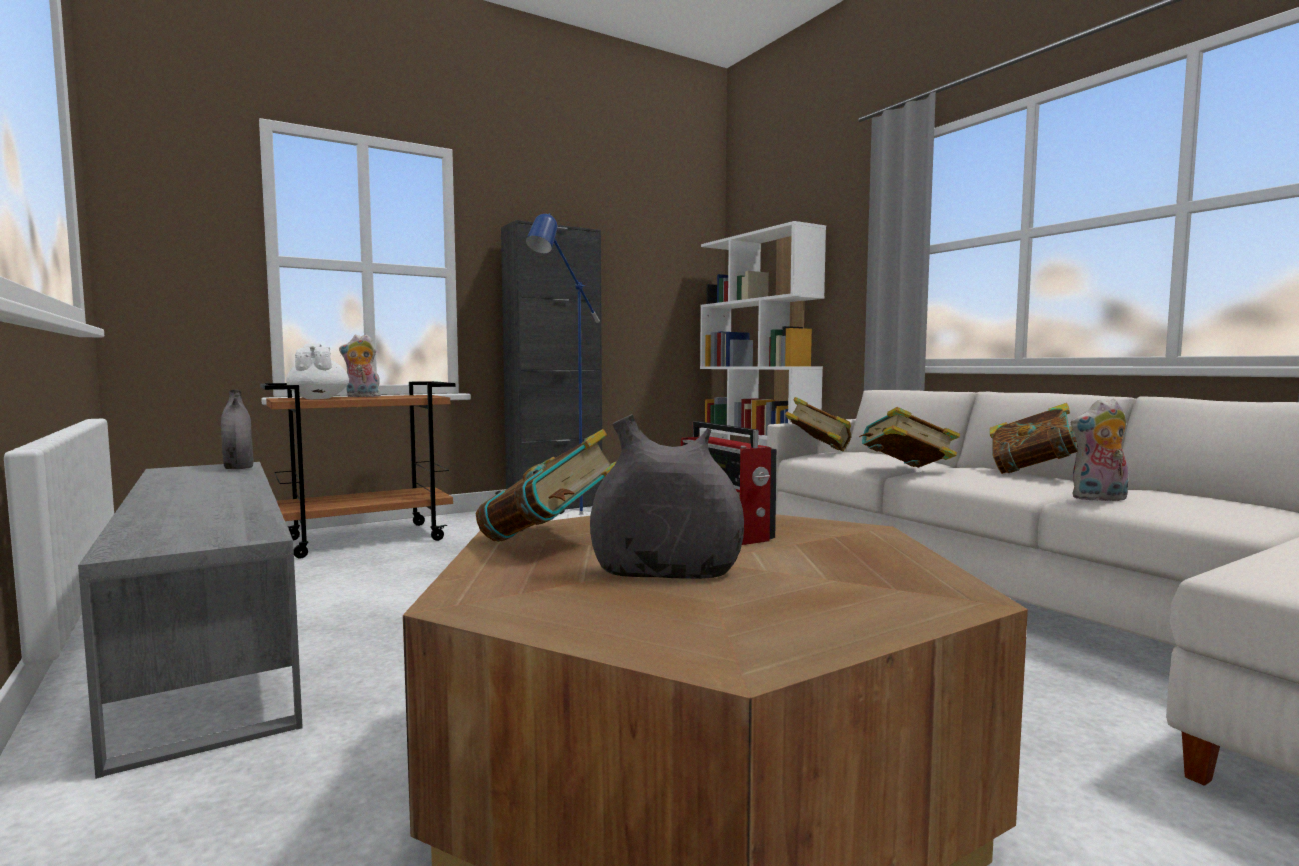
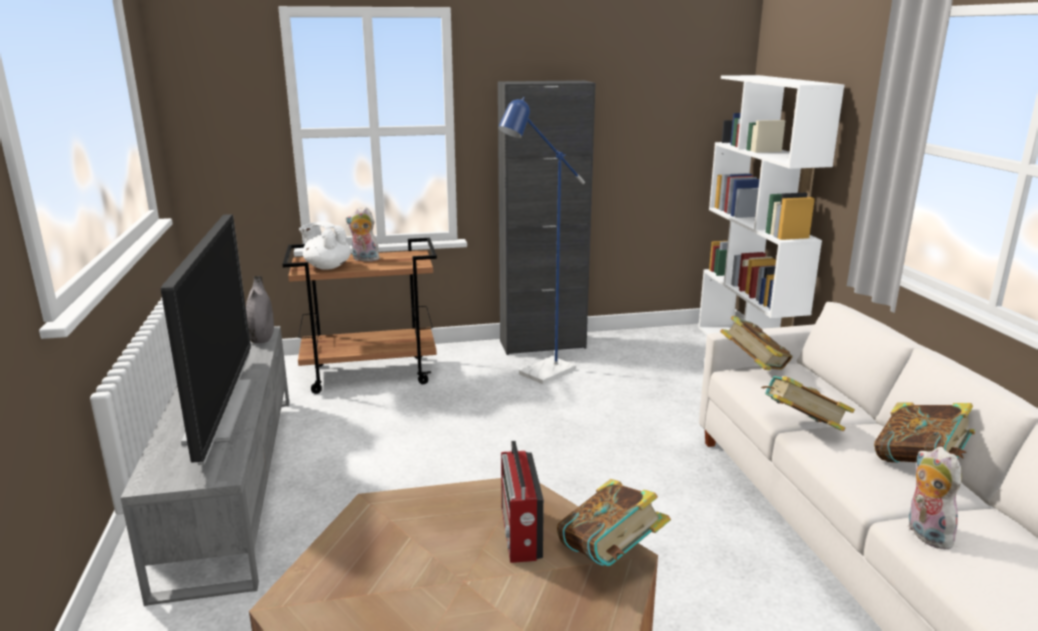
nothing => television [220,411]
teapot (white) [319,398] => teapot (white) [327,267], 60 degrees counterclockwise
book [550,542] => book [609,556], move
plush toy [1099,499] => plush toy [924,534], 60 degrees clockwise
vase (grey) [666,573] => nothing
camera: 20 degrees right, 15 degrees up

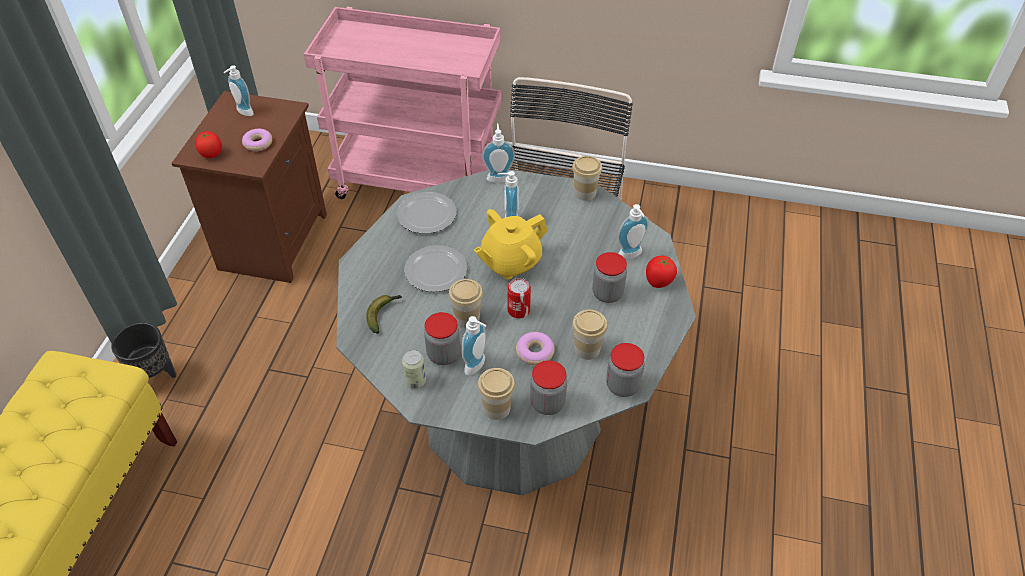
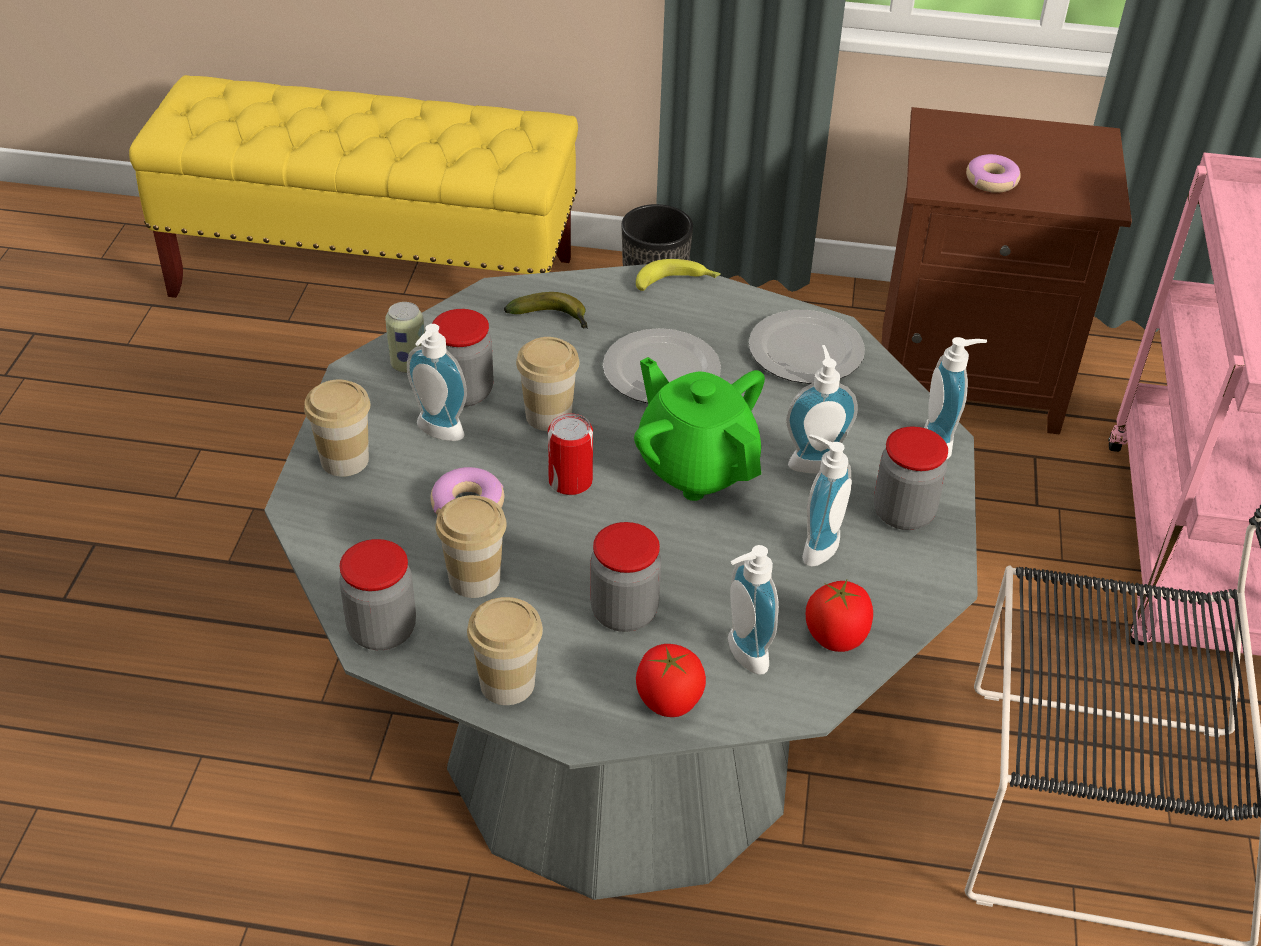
cup [585,193] => cup [507,683], move
teapot (yellow) [510,262] => teapot (green) [696,466]
nothing => banana [677,283]
soap dispenser [243,113] => soap dispenser [815,546], move
tomato [211,154] => tomato [836,637], move
jar [547,403] => jar [903,513], move
camera: 85 degrees right, 5 degrees down

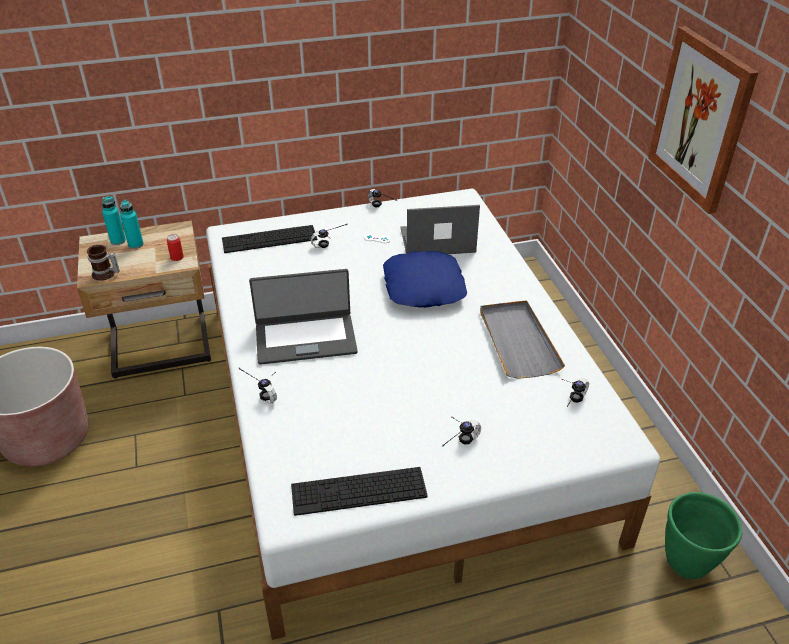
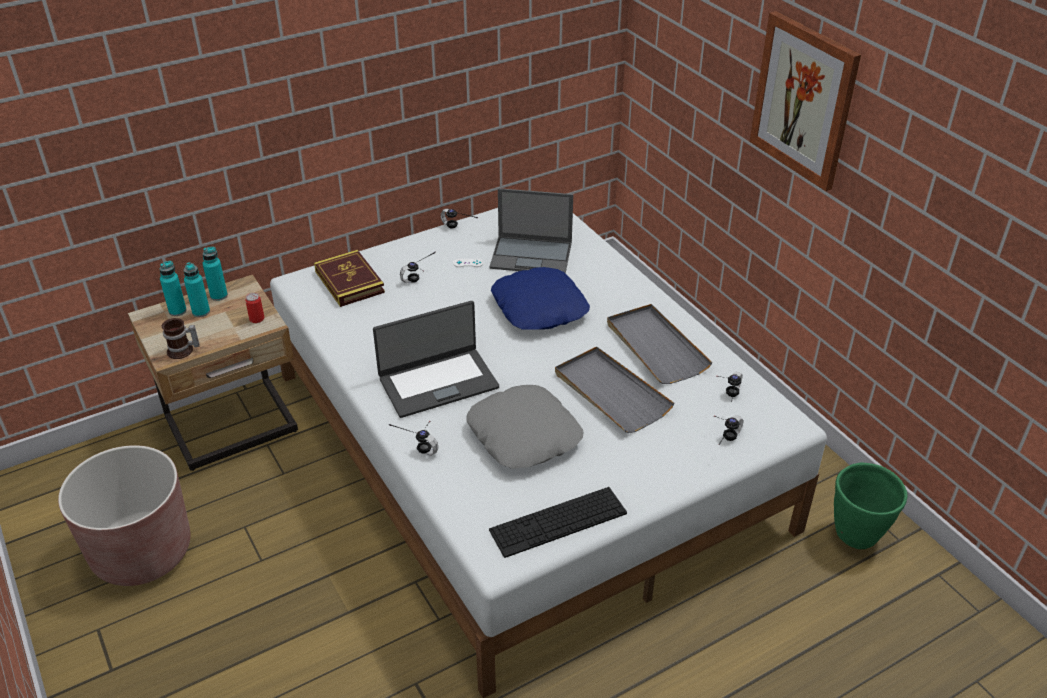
nothing => bottle (turquoise) [219,295]
keyboard [269,239] => book [349,282]
nothing => pillow (grey) [525,435]
laptop [436,240] => laptop [532,255], 150 degrees counterclockwise
nothing => tray (grey) [611,393]
headphones [455,442] => headphones [720,440], move
camera: 15 degrees left, 0 degrees up

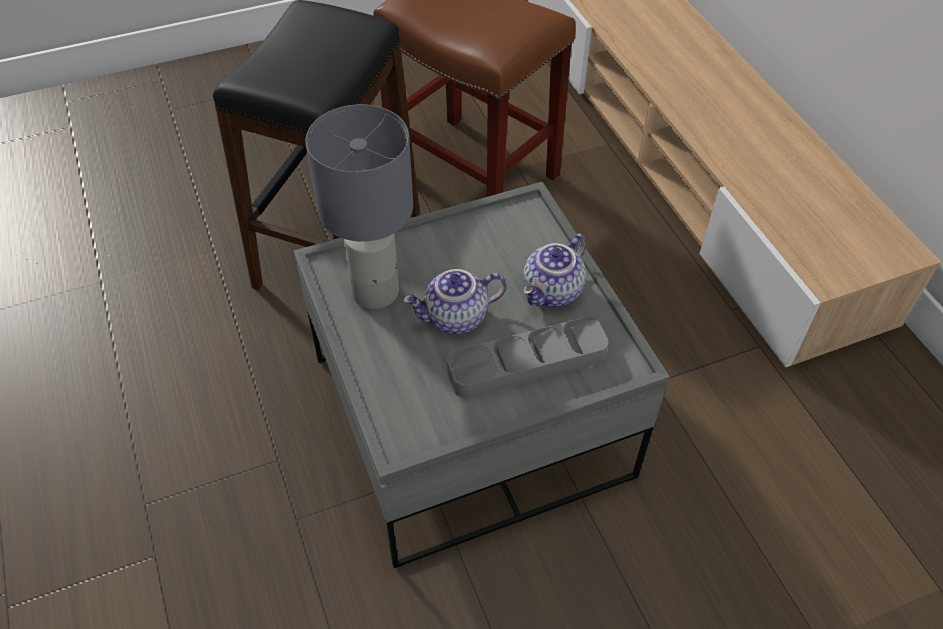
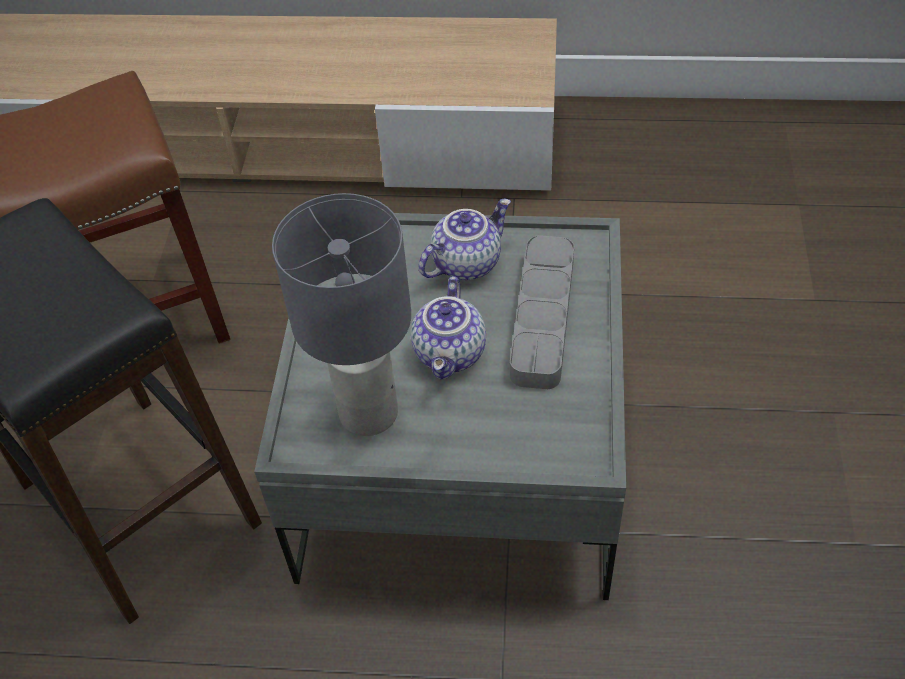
teapot [553,292] => teapot [466,262], 105 degrees counterclockwise
camera: 60 degrees left, 0 degrees up

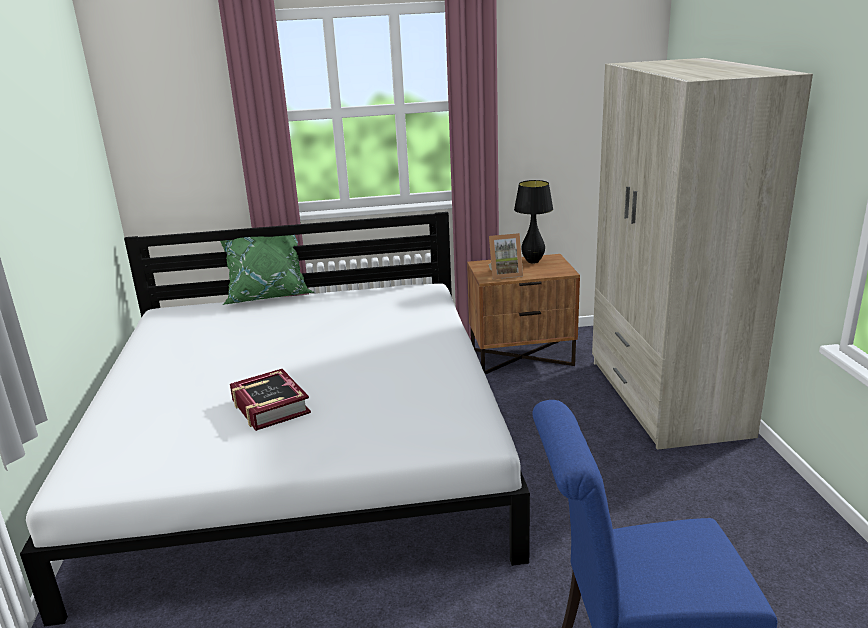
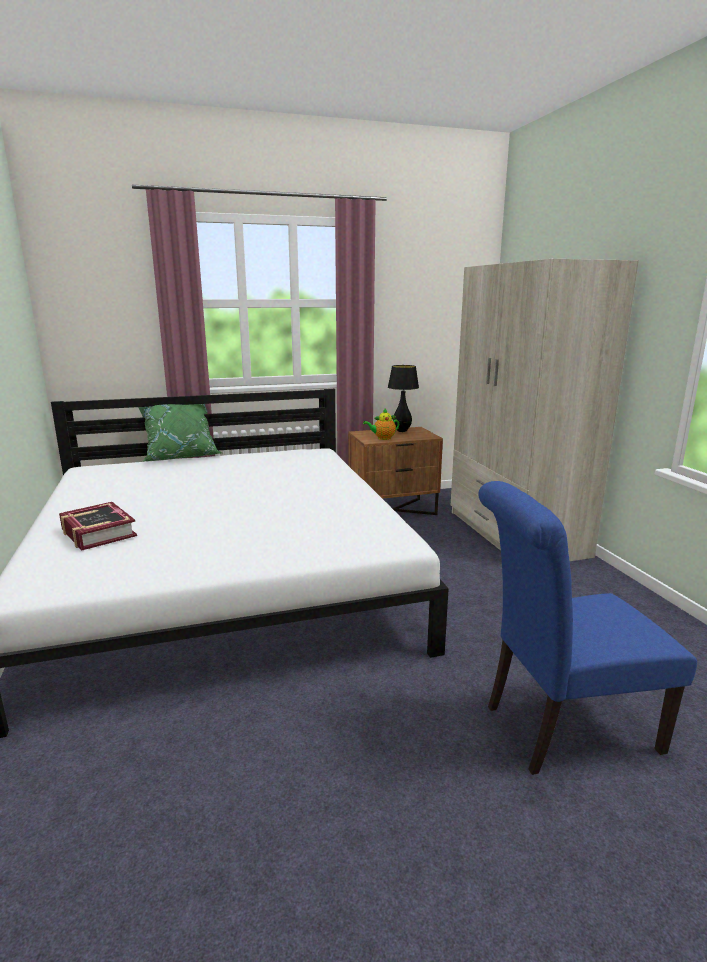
book [269,407] => book [98,533], move
picture frame [505,274] => teapot [382,438]
camera: 10 degrees left, 5 degrees down

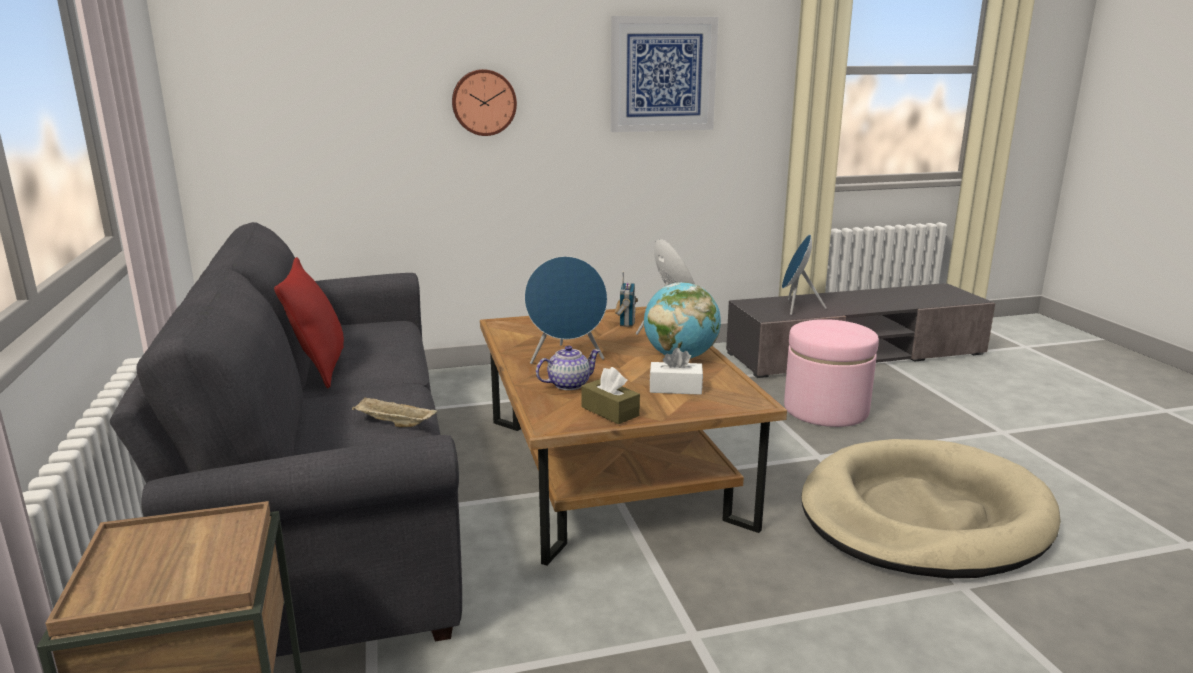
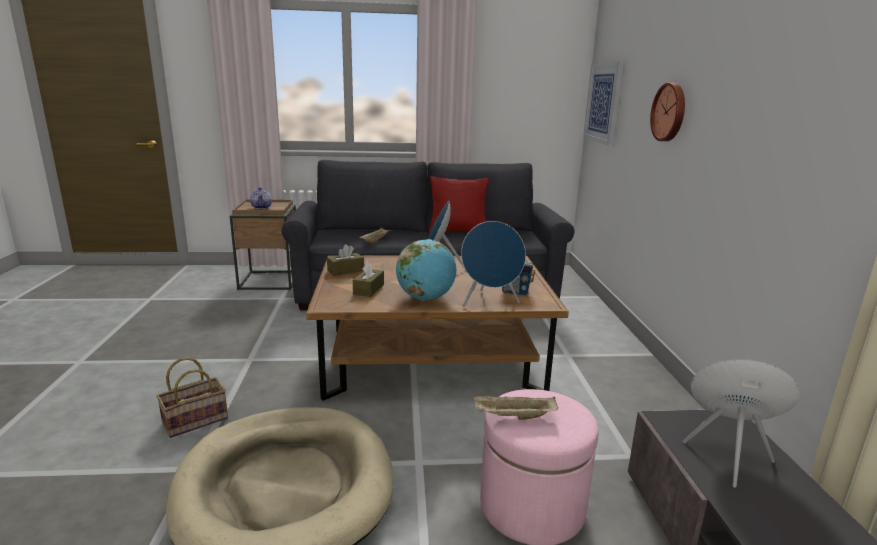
nothing => basket [196,420]
teapot [568,384] => teapot [261,207], move
tissue box (white) [675,388] => tissue box (brown) [368,289]
nothing => tray (beige) [513,417]
picture [663,74] => picture [603,103], move
camera: 100 degrees right, 0 degrees up

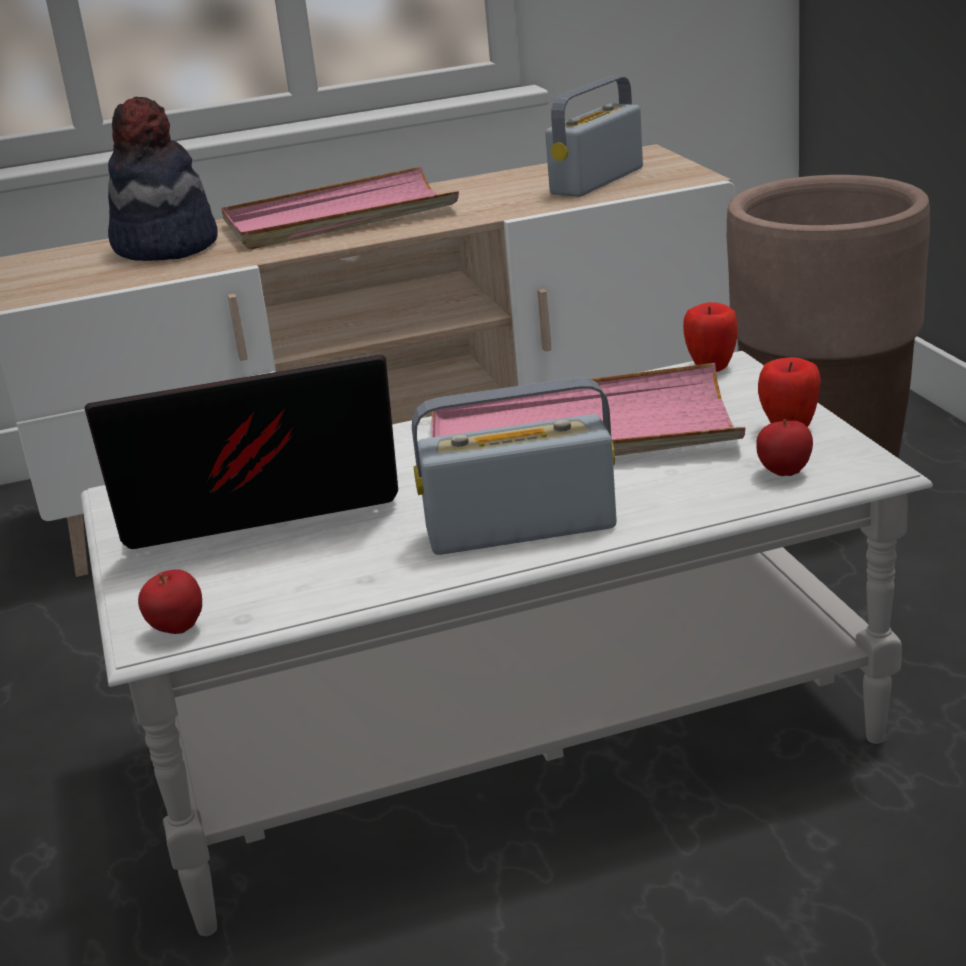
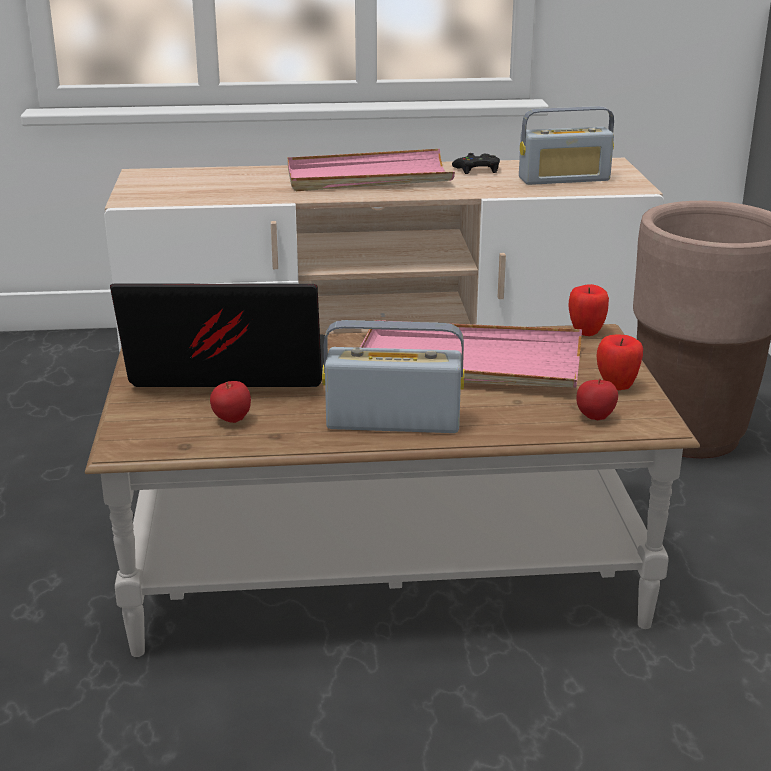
coffee table (white) [509,741] => coffee table (brown) [384,572]
apple [177,631] => apple [231,421], move
nothing => game controller (black) [477,170]
radio [597,181] => radio [564,179], 150 degrees counterclockwise
hat [165,247] => nothing
camera: 10 degrees right, 0 degrees up

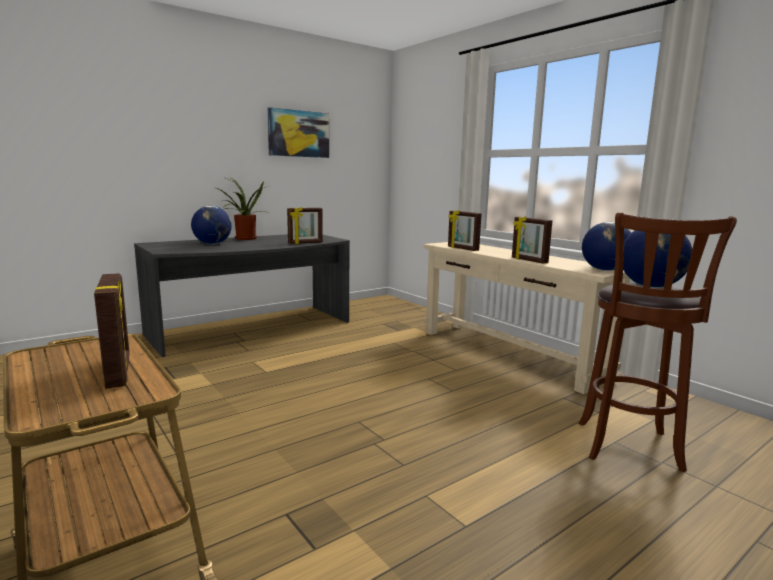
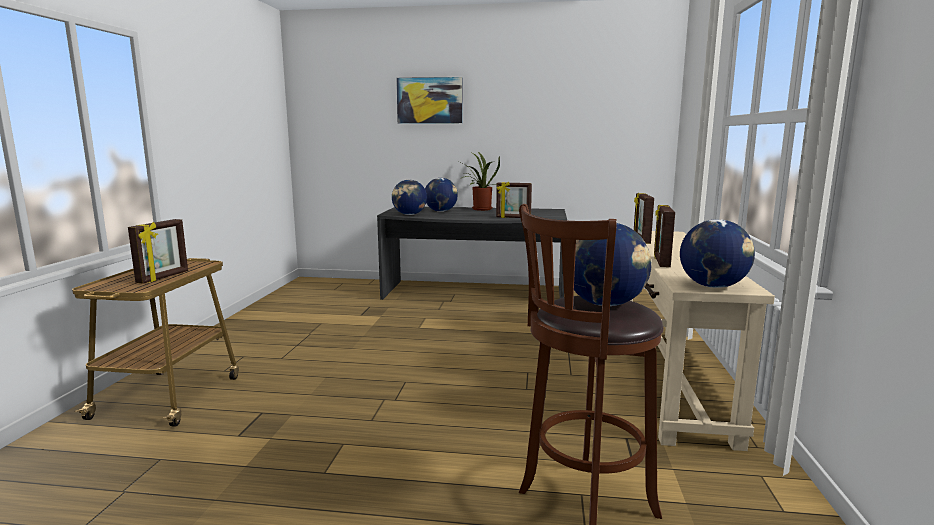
nothing => globe [409,214]
picture [298,134] => picture [429,100], move
camera: 45 degrees right, 0 degrees up

